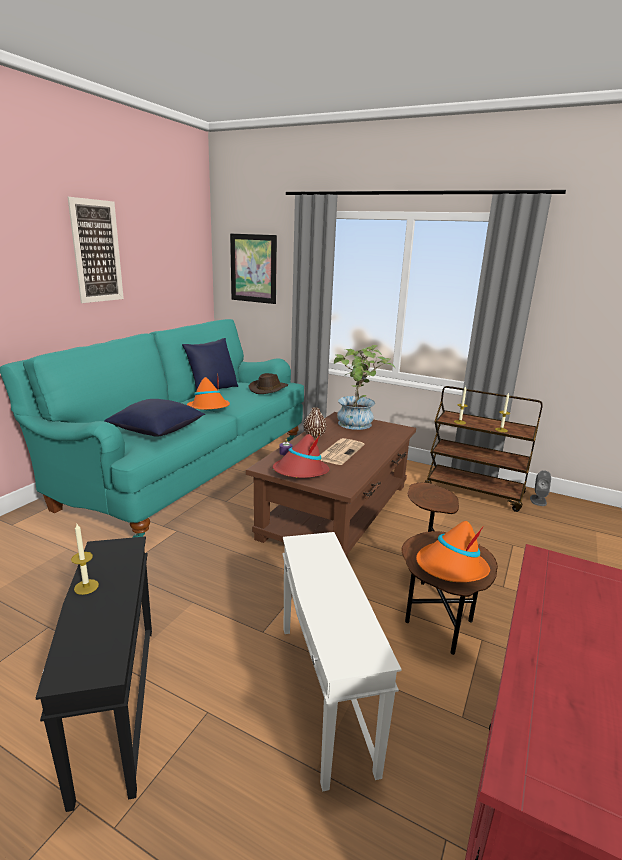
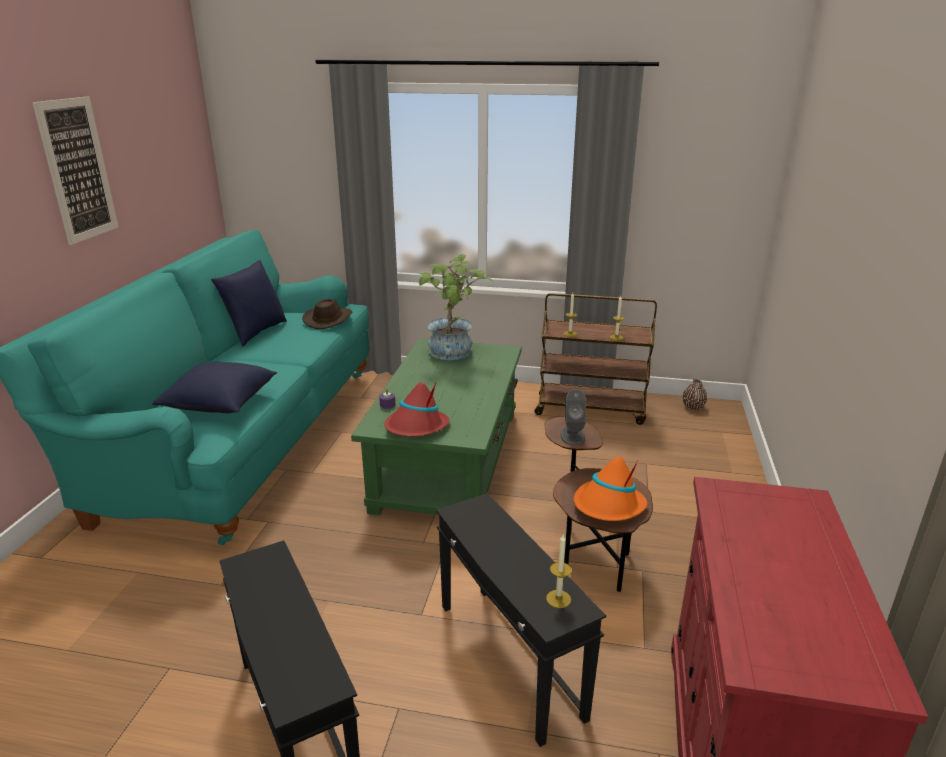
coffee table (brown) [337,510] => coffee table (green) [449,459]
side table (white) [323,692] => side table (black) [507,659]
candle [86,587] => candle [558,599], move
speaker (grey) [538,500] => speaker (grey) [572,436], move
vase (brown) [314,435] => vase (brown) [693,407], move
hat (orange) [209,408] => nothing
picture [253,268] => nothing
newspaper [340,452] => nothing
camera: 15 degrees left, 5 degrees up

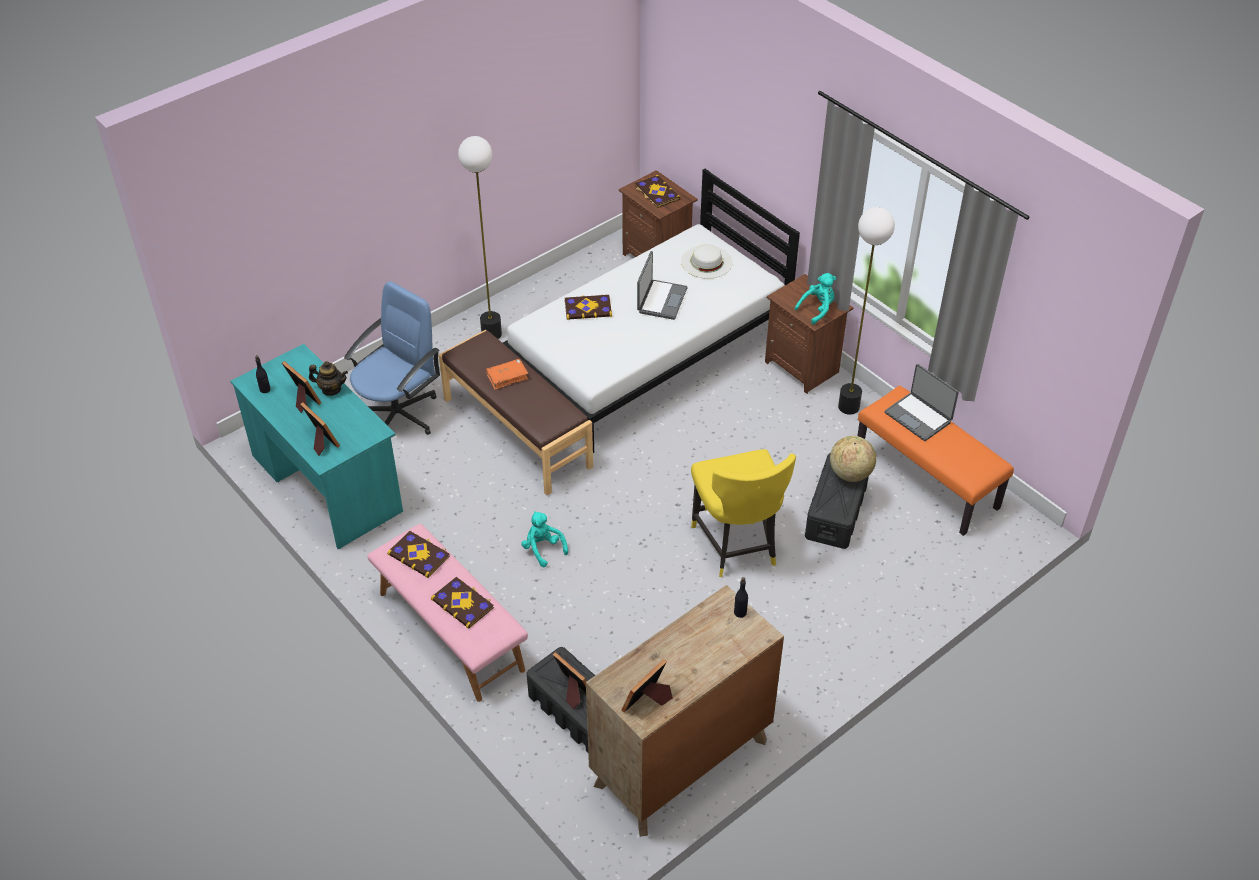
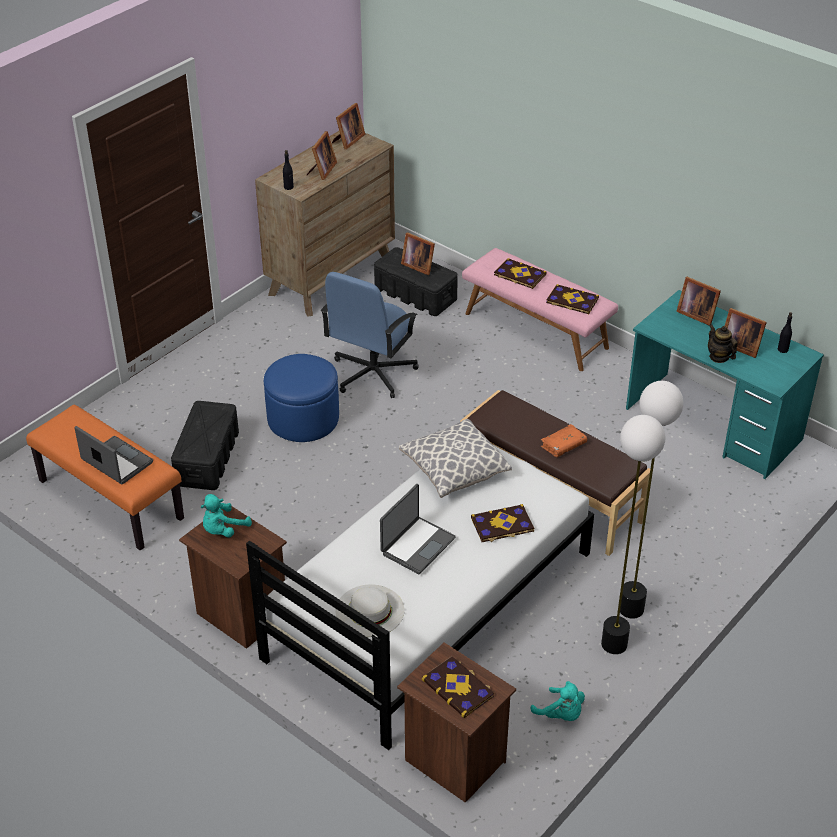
chair (yellow) [736,546] => ottoman (blue) [303,418]
nothing => picture frame [321,170]
office chair (blue) [398,414] => office chair (blue) [372,373], move
laptop [661,300] => laptop [417,545], 150 degrees counterclockwise
nothing => pillow [454,470]
plush toy (turquoise) [543,549] => plush toy (turquoise) [561,714], move
floor lamp [849,406] => floor lamp [613,644], move
teapot [331,389] => teapot [719,357], 60 degrees clockwise
globe [850,474] => nothing
camera: 170 degrees right, 5 degrees down

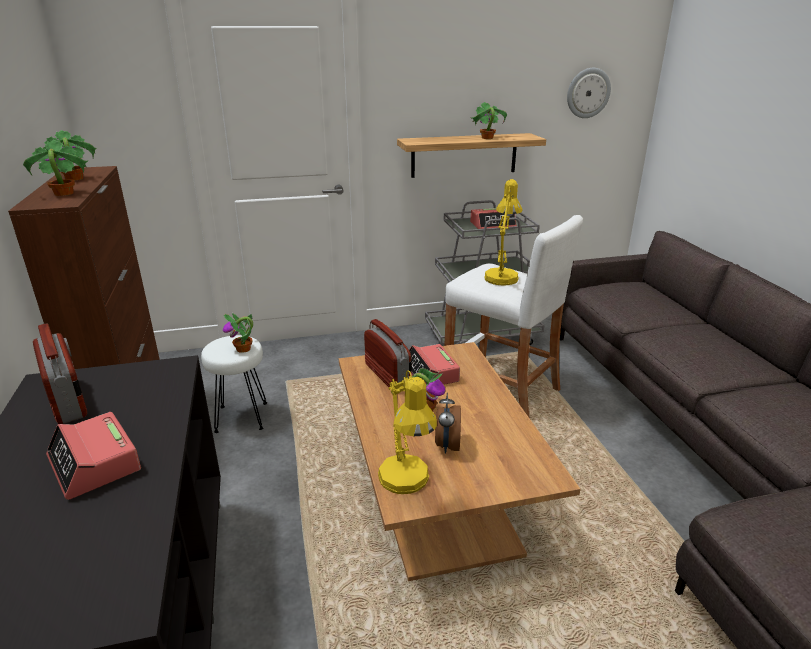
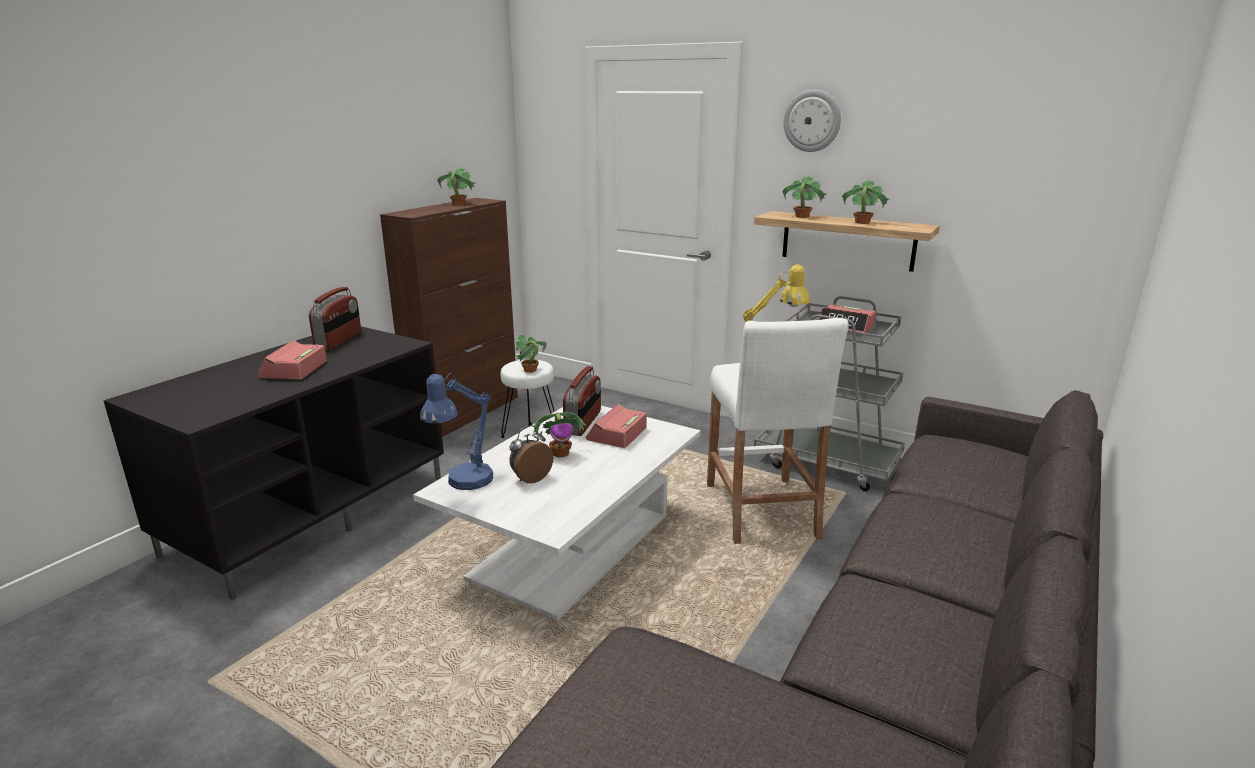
coffee table (brown) [437,492] => coffee table (white) [571,547]
table lamp (yellow) [406,484] => table lamp (blue) [464,483]
potted plant [63,194] => potted plant [801,216], move
wall clock [588,93] => wall clock [812,121], move
camera: 45 degrees right, 5 degrees down

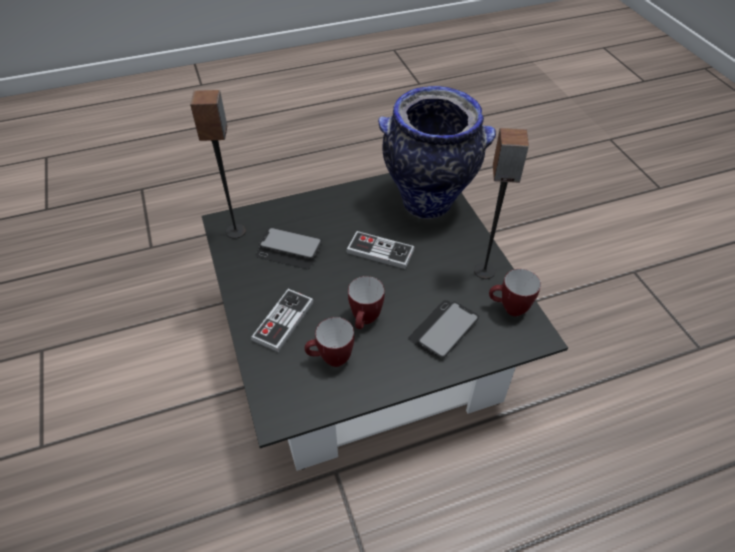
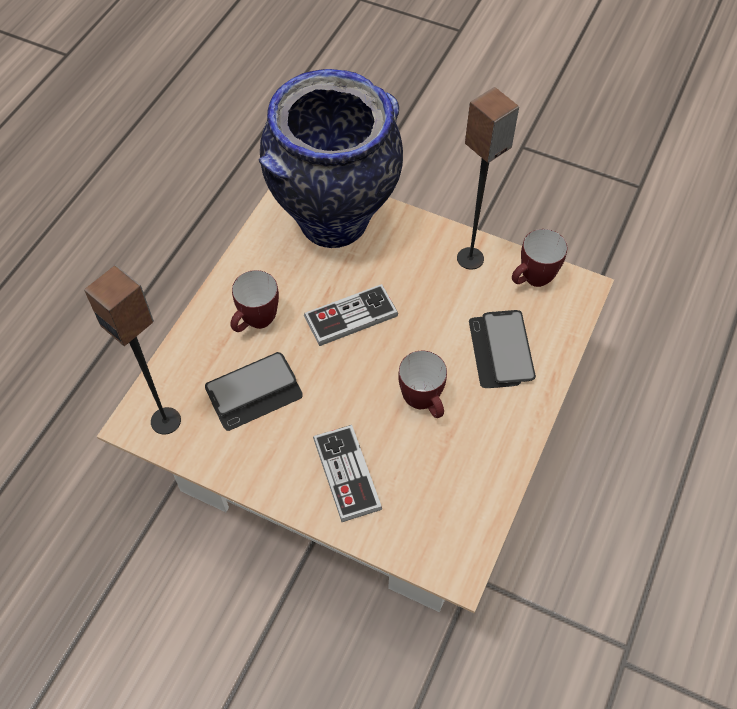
coffee table (black) [367,348] => coffee table (beige) [368,432]
mug [330,360] => mug [256,324], move
camera: 45 degrees left, 10 degrees up

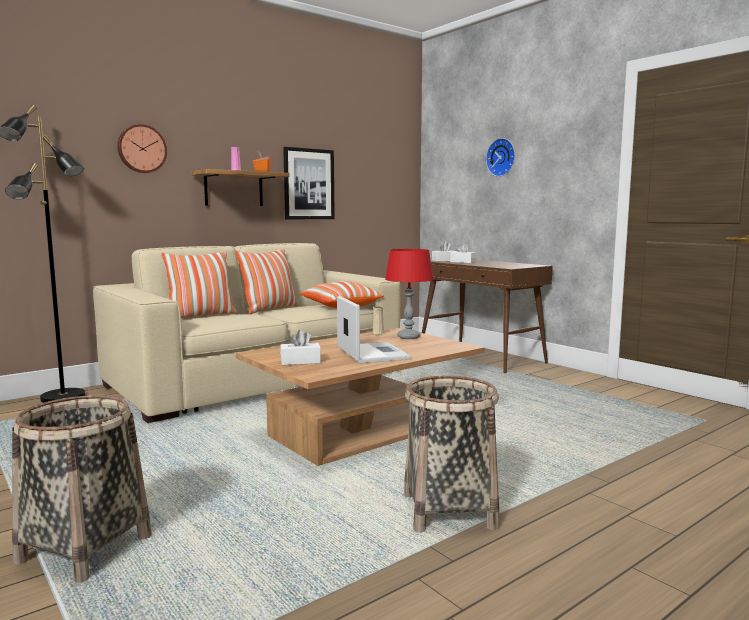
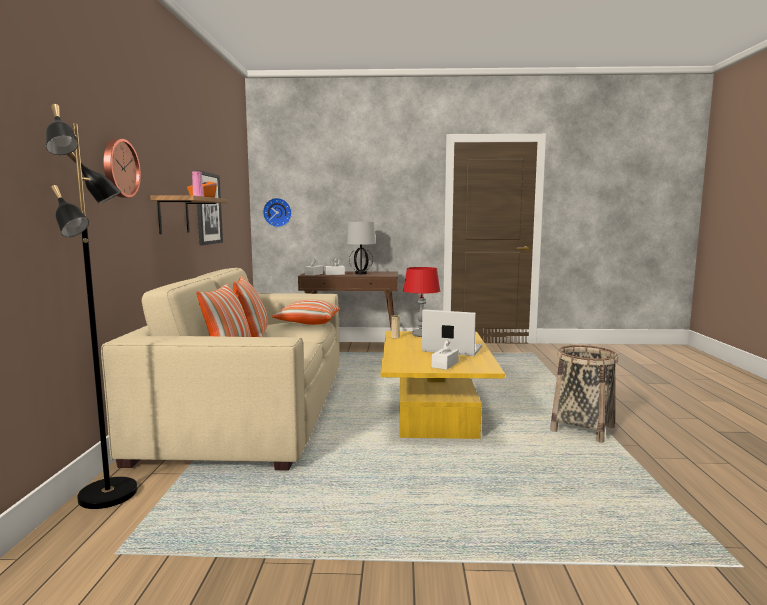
wall clock [502,157] => wall clock [277,212], move
nothing => table lamp [361,273]
coffee table (brown) [362,430] => coffee table (yellow) [435,412]
basket [84,548] => nothing
camera: 50 degrees left, 0 degrees up

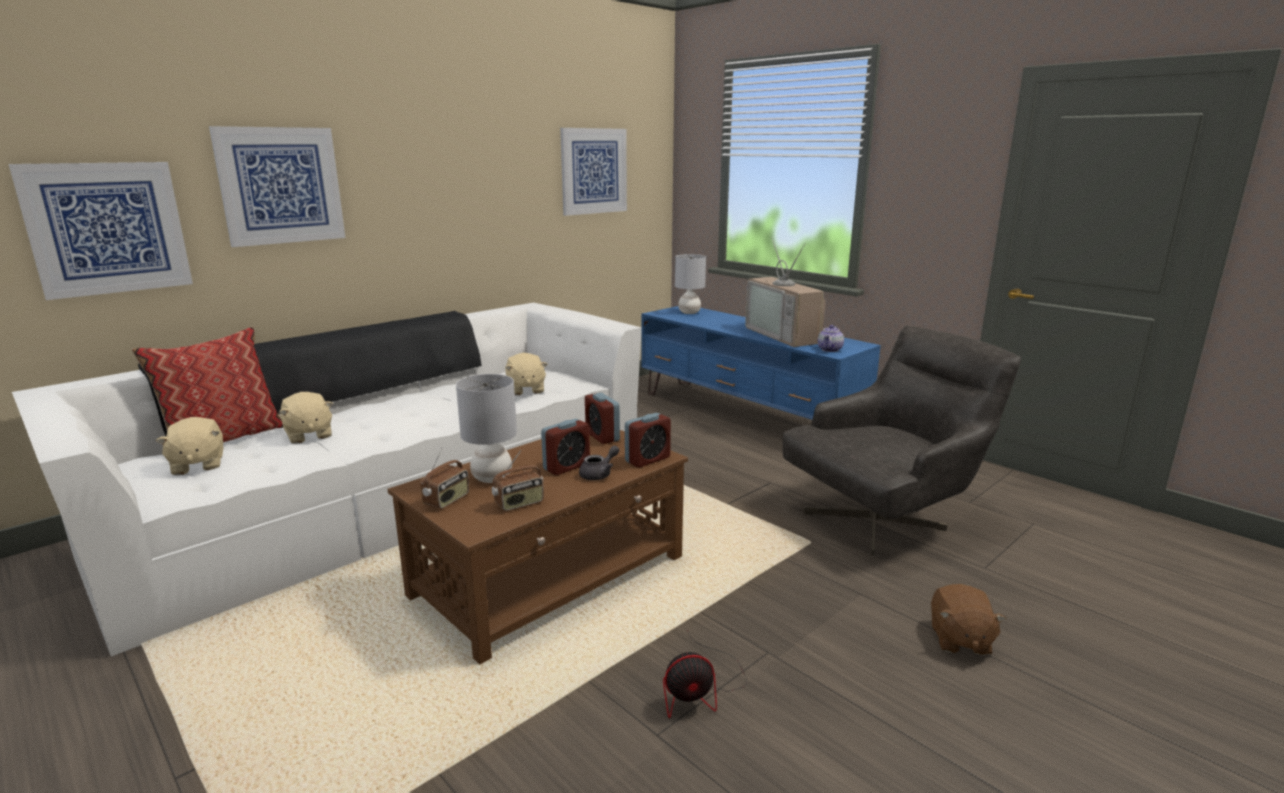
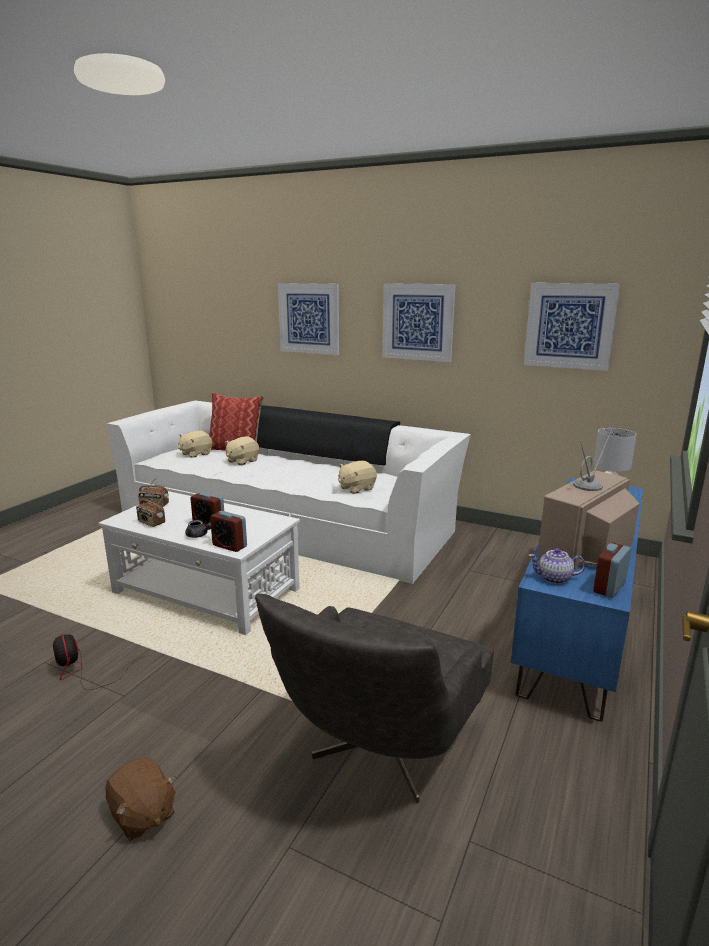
coffee table (brown) [551,576] => coffee table (white) [206,591]
plush toy (brown) [959,639] => plush toy (brown) [142,815], 120 degrees counterclockwise
armchair (grey) [886,516] => armchair (grey) [378,753], 75 degrees clockwise
picture [107,228] => picture [418,322], move
alarm clock [602,436] => alarm clock [609,588], move
table lamp (grey) [492,478] => nothing
camera: 70 degrees right, 0 degrees up

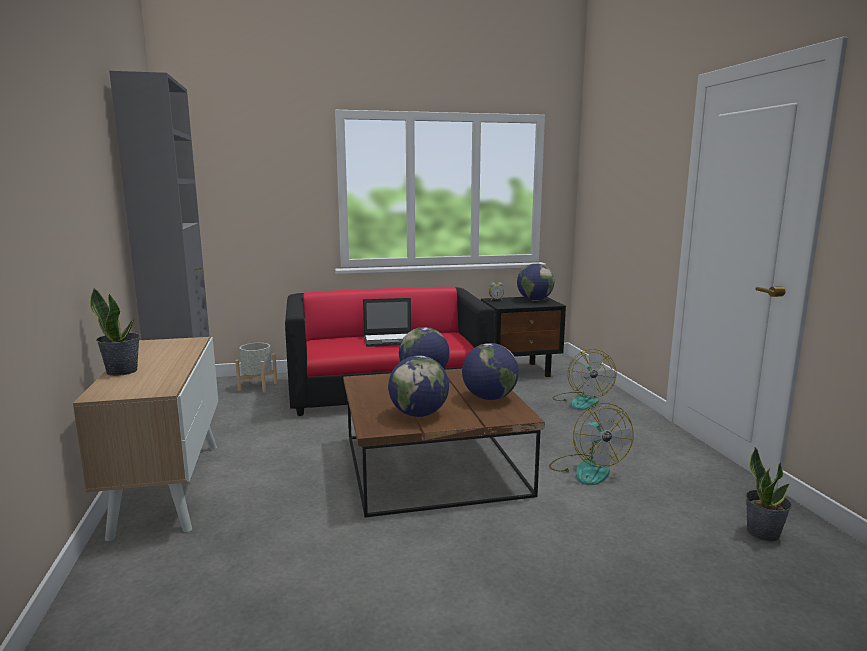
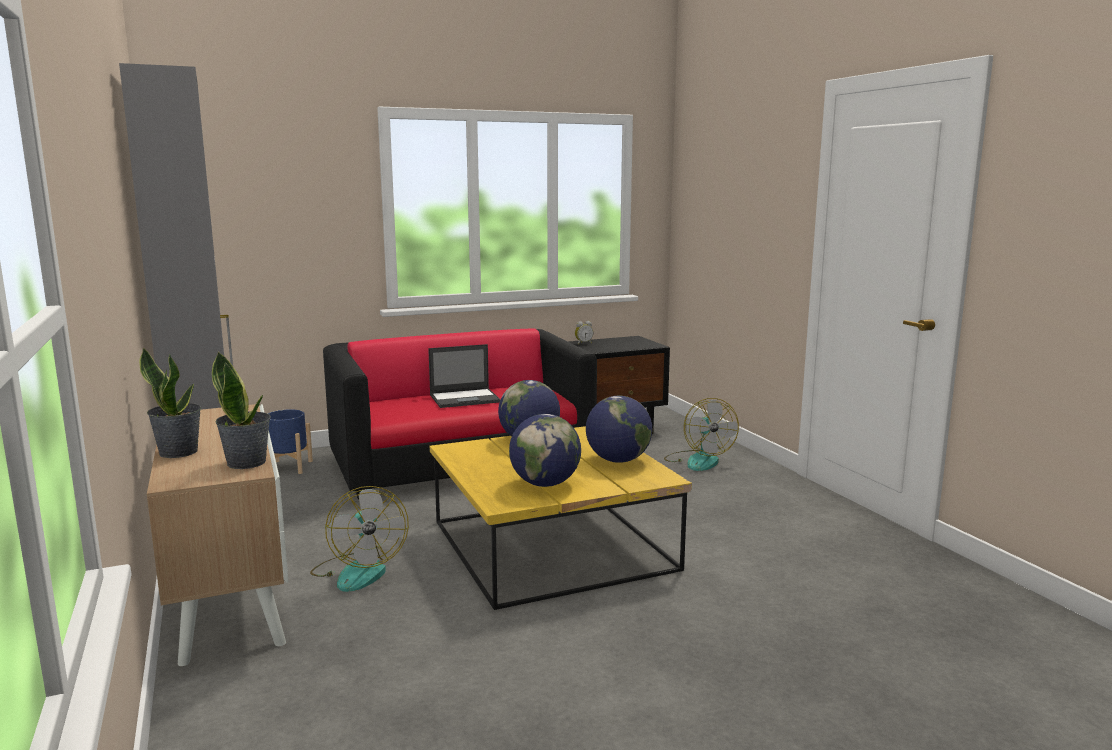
potted plant [763,532] => potted plant [247,462], move
planter (grey) [257,386] => planter (blue) [288,467]
fan [587,469] => fan [358,571], move
coffee table (brown) [434,464] => coffee table (yellow) [553,544]
globe [534,300] => nothing
camera: 10 degrees left, 0 degrees up

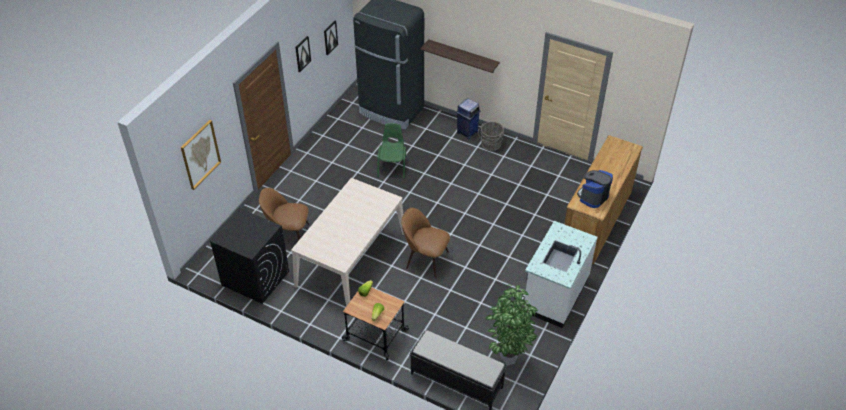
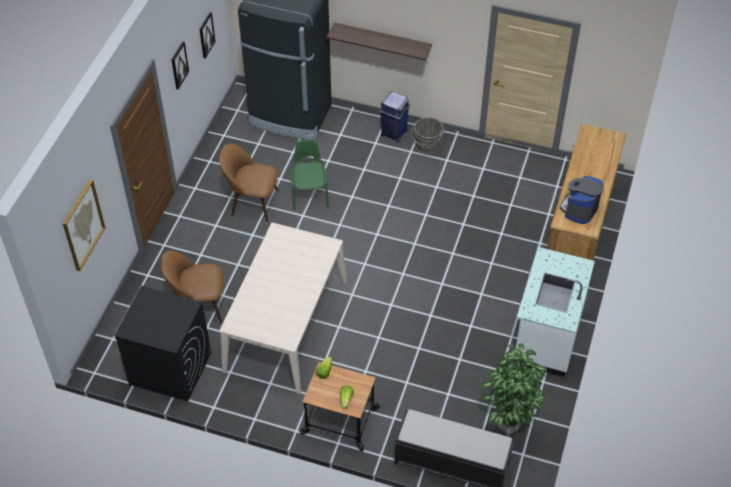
chair (brown) [425,259] => chair (brown) [252,202], move
camera: 10 degrees left, 5 degrees up

